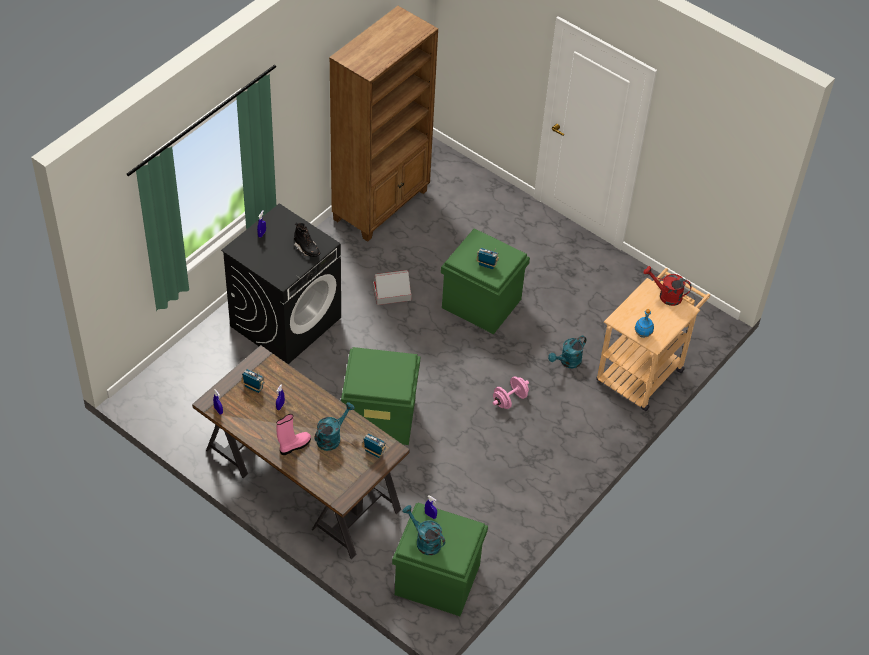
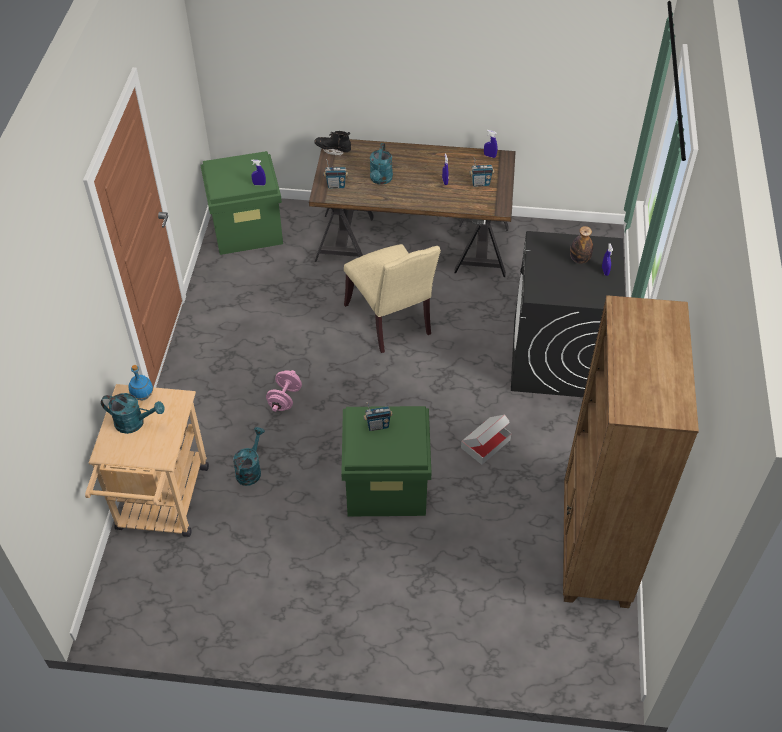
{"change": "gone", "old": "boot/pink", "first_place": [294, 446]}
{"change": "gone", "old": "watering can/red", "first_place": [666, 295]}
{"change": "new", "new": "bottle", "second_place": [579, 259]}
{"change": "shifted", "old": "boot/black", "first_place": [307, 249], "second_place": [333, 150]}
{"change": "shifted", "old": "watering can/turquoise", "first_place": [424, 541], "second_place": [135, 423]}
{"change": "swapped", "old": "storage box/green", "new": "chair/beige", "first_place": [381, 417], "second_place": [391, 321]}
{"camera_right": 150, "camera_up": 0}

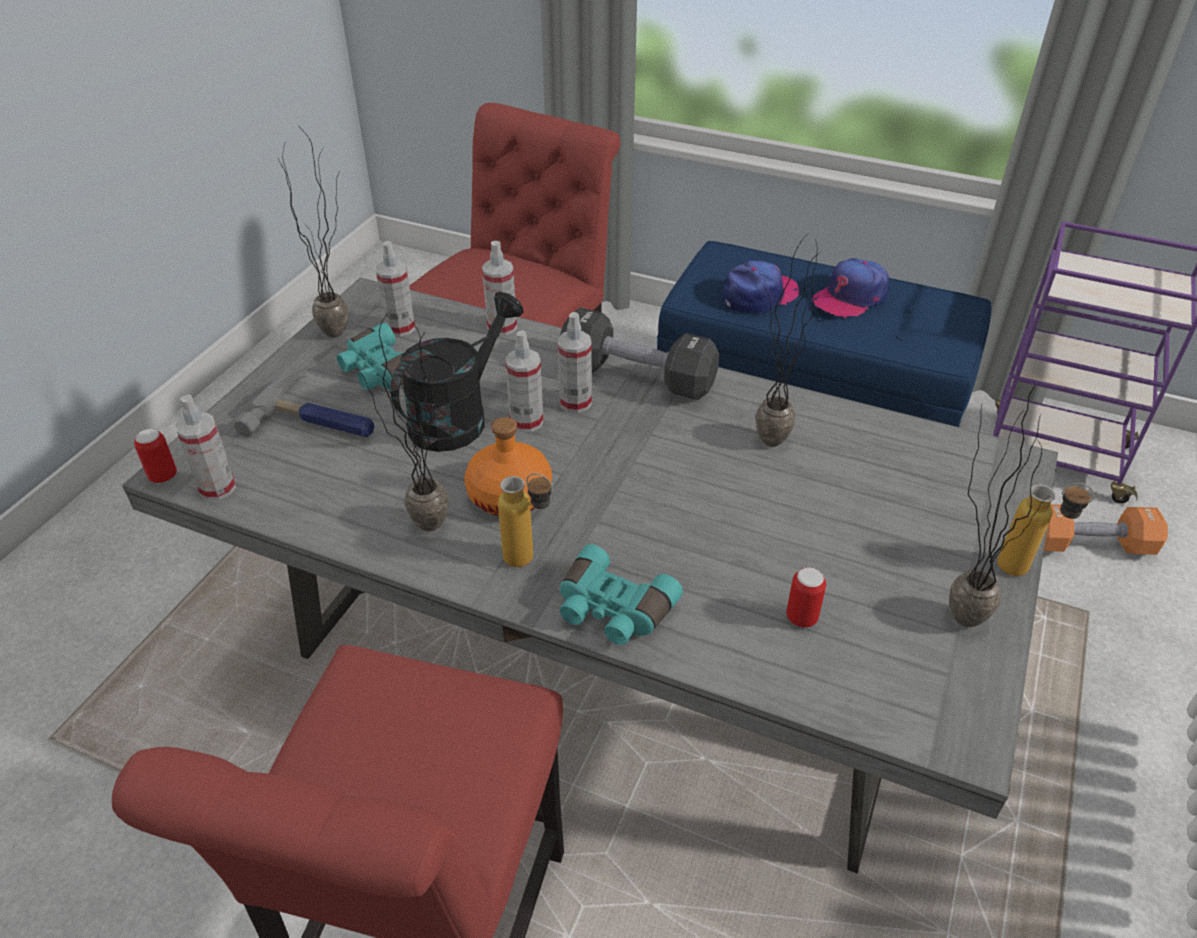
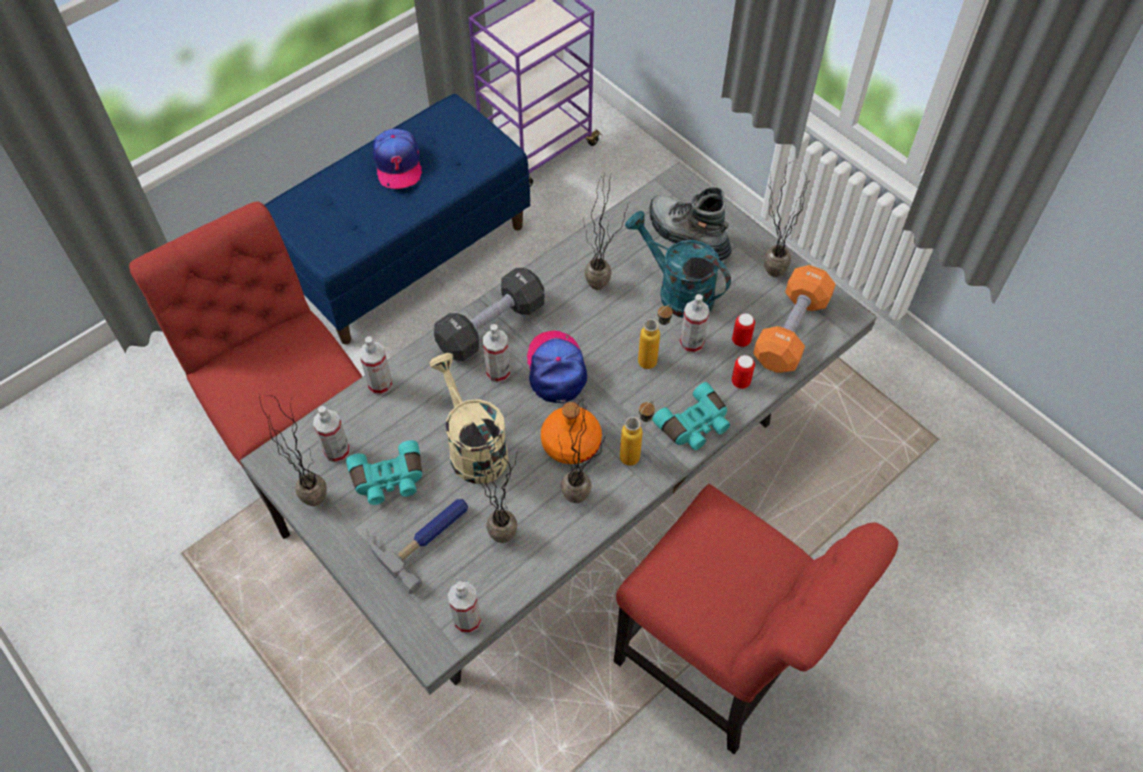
{"change": "new", "new": "potted plant", "second_place": [508, 528]}
{"change": "new", "new": "watering can/turquoise", "second_place": [677, 291]}
{"change": "new", "new": "boot", "second_place": [687, 235]}
{"change": "shifted", "old": "can", "first_place": [163, 476], "second_place": [740, 382]}
{"change": "shifted", "old": "spray bottle", "first_place": [526, 421], "second_place": [691, 343]}
{"change": "shifted", "old": "cap", "first_place": [759, 296], "second_place": [556, 369]}
{"change": "shifted", "old": "bottle", "first_place": [1025, 570], "second_place": [653, 357]}
{"change": "shifted", "old": "dumbbell/orange", "first_place": [1088, 545], "second_place": [791, 331]}
{"change": "repainted", "old": "watering can/black", "new": "watering can/beige", "first_place": [458, 417], "second_place": [473, 447]}
{"camera_right": -65, "camera_up": 15}

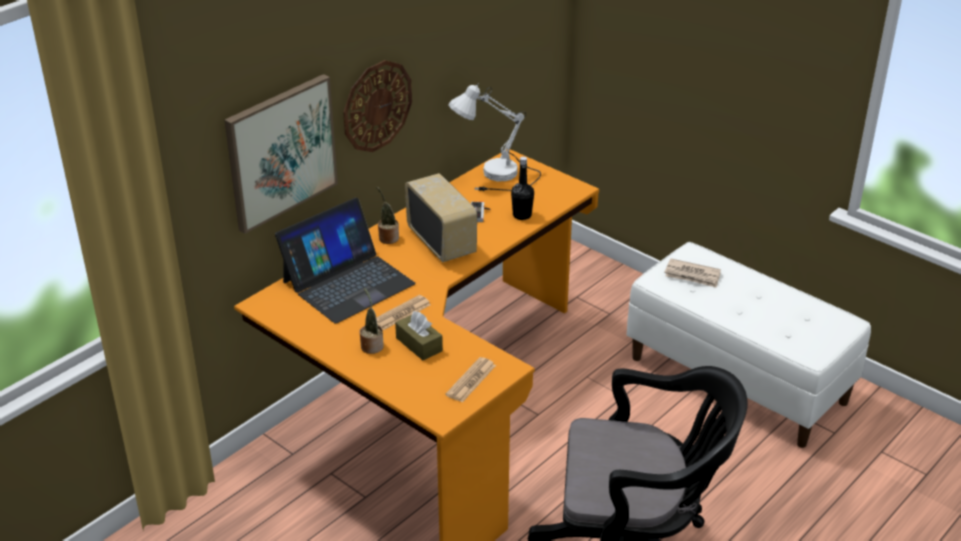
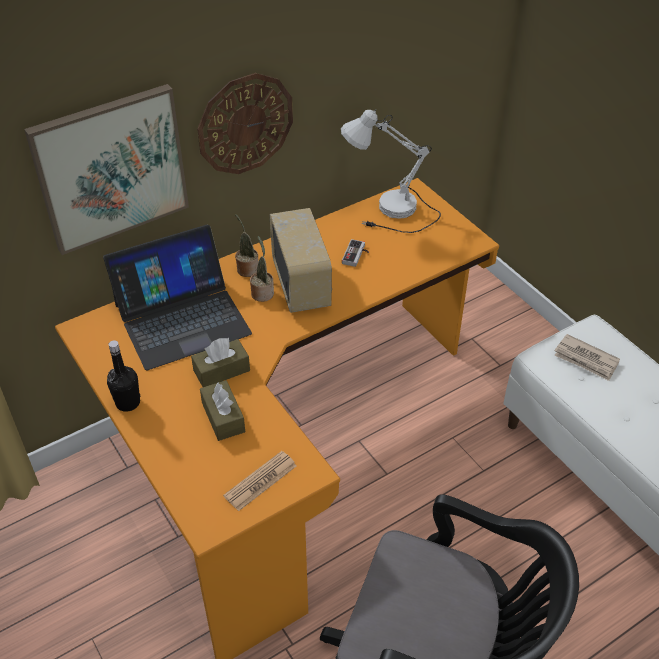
{"change": "shifted", "old": "potted plant", "first_place": [371, 345], "second_place": [262, 292]}
{"change": "shifted", "old": "bottle/black", "first_place": [522, 215], "second_place": [128, 403]}
{"change": "swapped", "old": "newspaper", "new": "tissue box/brown", "first_place": [401, 313], "second_place": [221, 370]}
{"camera_right": 15, "camera_up": 10}

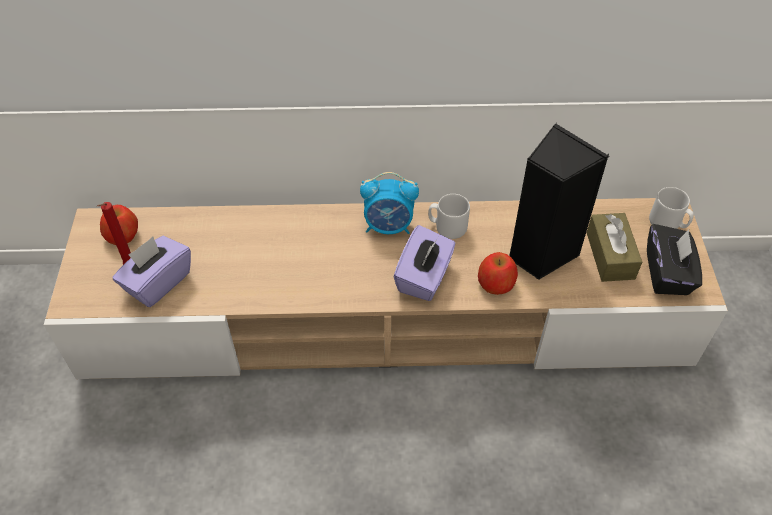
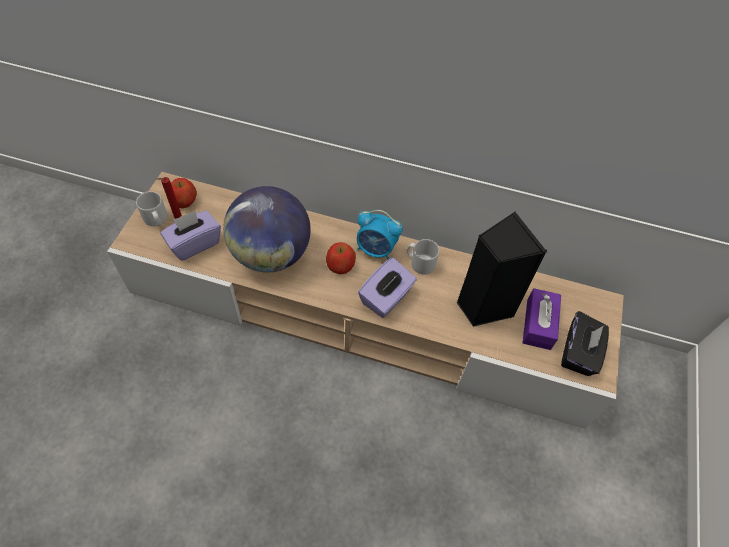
{"change": "new", "new": "globe", "second_place": [271, 254]}
{"change": "shifted", "old": "apple", "first_place": [496, 283], "second_place": [340, 265]}
{"change": "shifted", "old": "mug/grey", "first_place": [668, 223], "second_place": [156, 219]}
{"change": "repainted", "old": "tissue box/brown", "new": "tissue box/purple", "first_place": [610, 255], "second_place": [538, 324]}
{"camera_right": 15, "camera_up": 5}

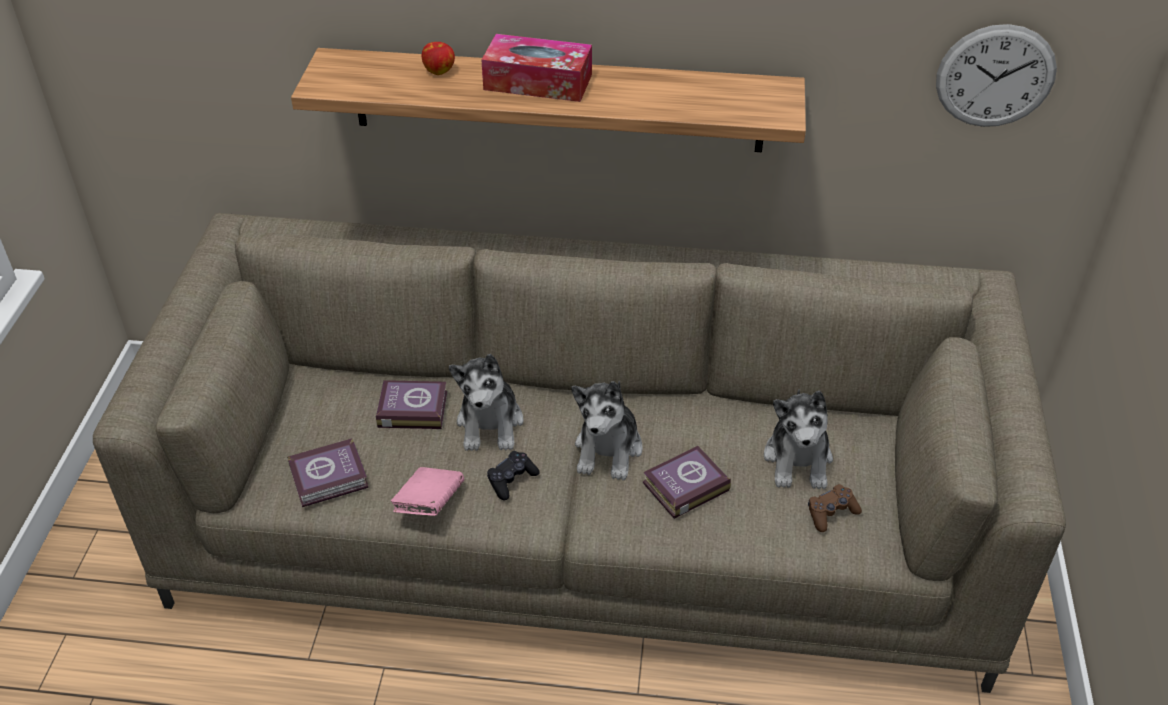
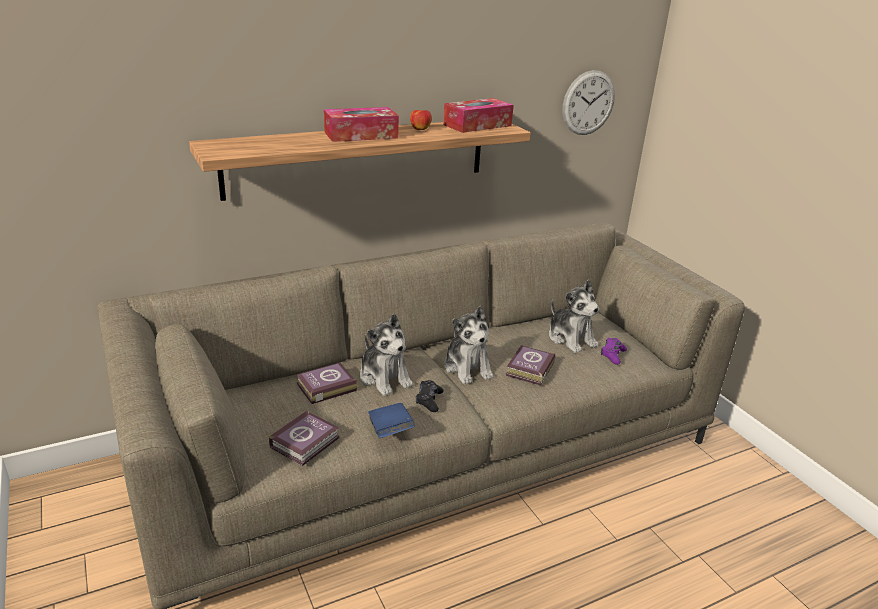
{"change": "new", "new": "tissue box", "second_place": [477, 125]}
{"change": "shifted", "old": "apple", "first_place": [439, 71], "second_place": [420, 129]}
{"change": "repainted", "old": "book/pink", "new": "book/blue", "first_place": [429, 503], "second_place": [390, 431]}
{"change": "repainted", "old": "game controller/brown", "new": "game controller/purple", "first_place": [831, 513], "second_place": [612, 355]}
{"camera_right": -35, "camera_up": -15}

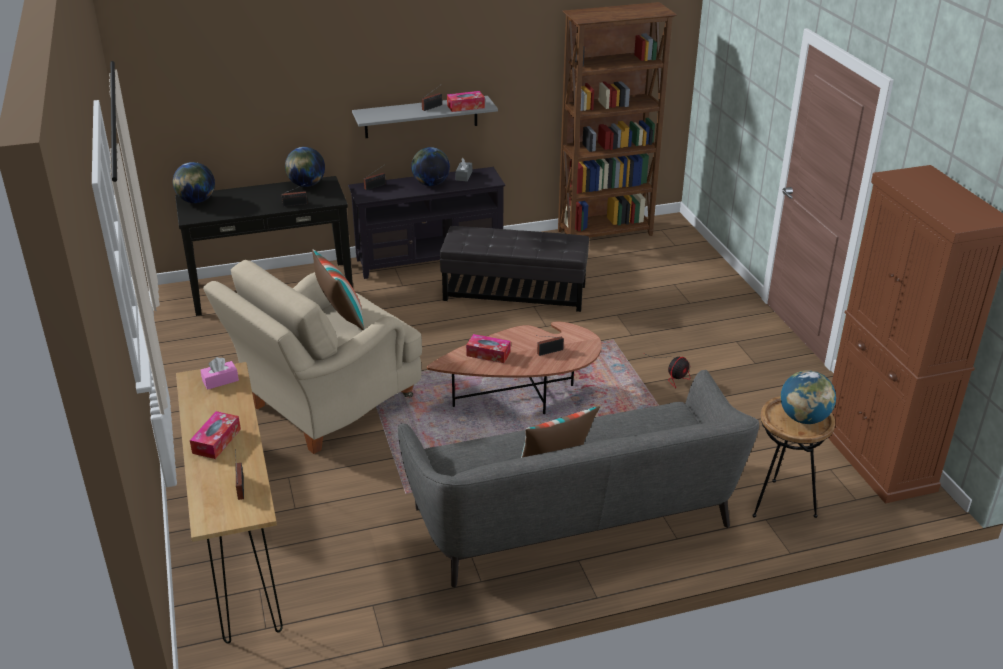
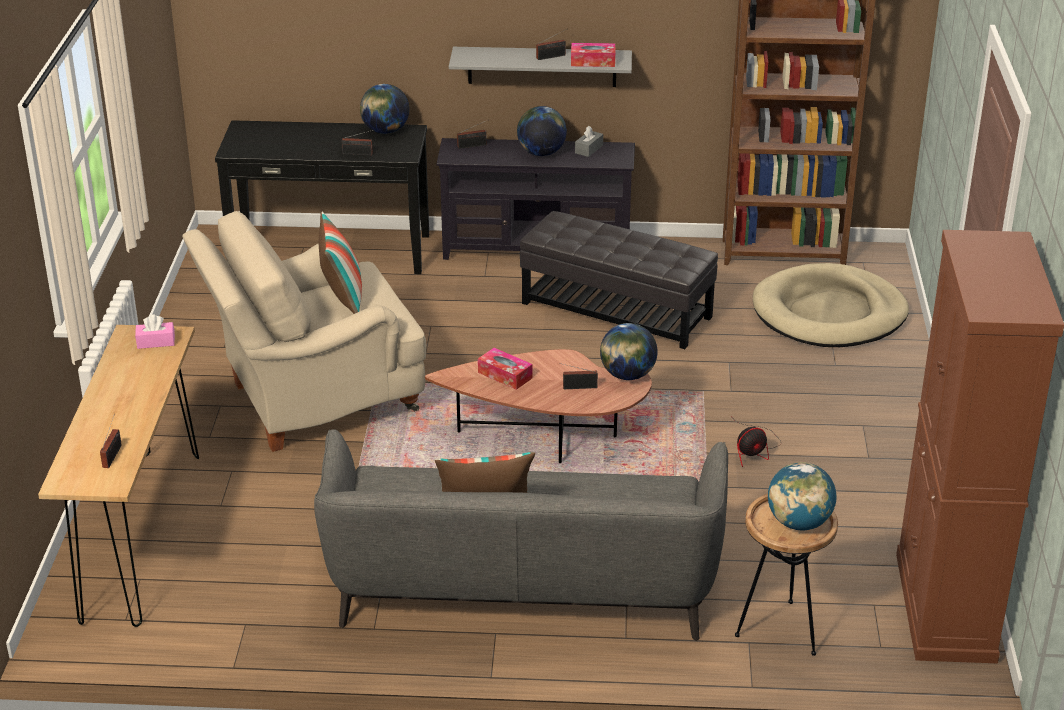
{"change": "gone", "old": "tissue box", "first_place": [216, 441]}
{"change": "new", "new": "dog bed/beige", "second_place": [829, 313]}
{"change": "shifted", "old": "globe", "first_place": [196, 201], "second_place": [627, 375]}
{"camera_right": 20, "camera_up": 0}

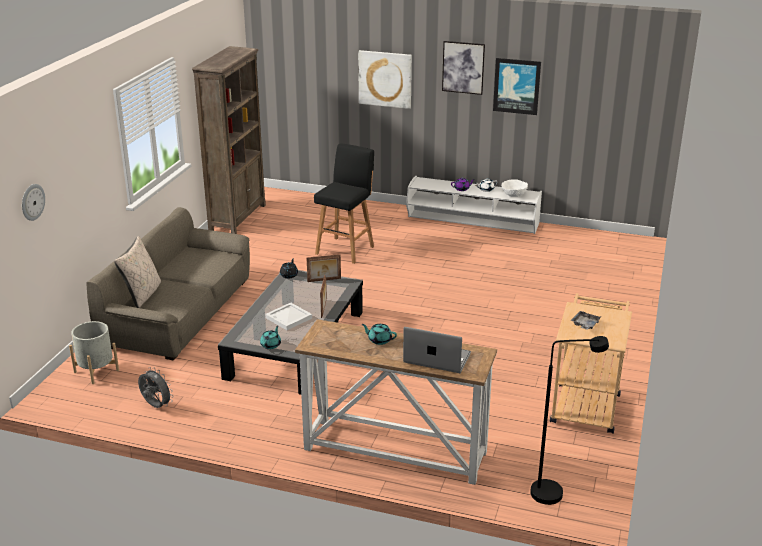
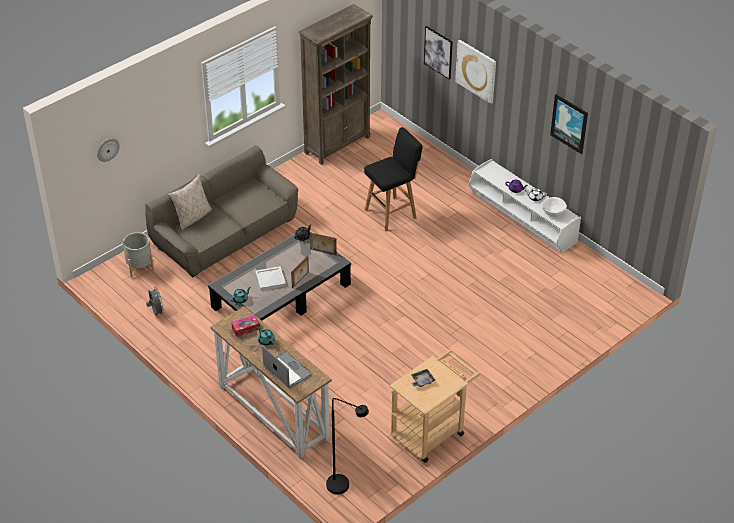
{"change": "new", "new": "tissue box", "second_place": [246, 328]}
{"change": "shifted", "old": "picture", "first_place": [463, 67], "second_place": [438, 52]}
{"camera_right": 30, "camera_up": 15}

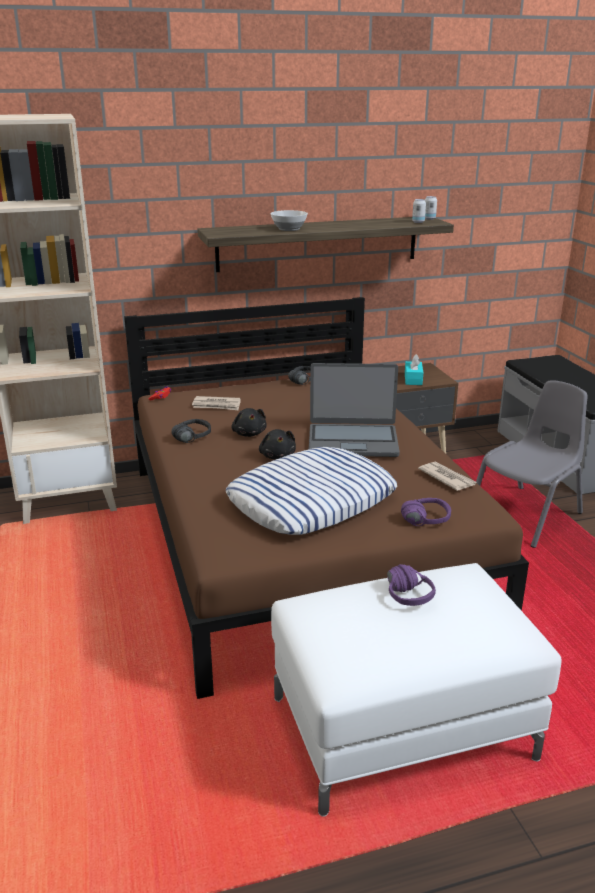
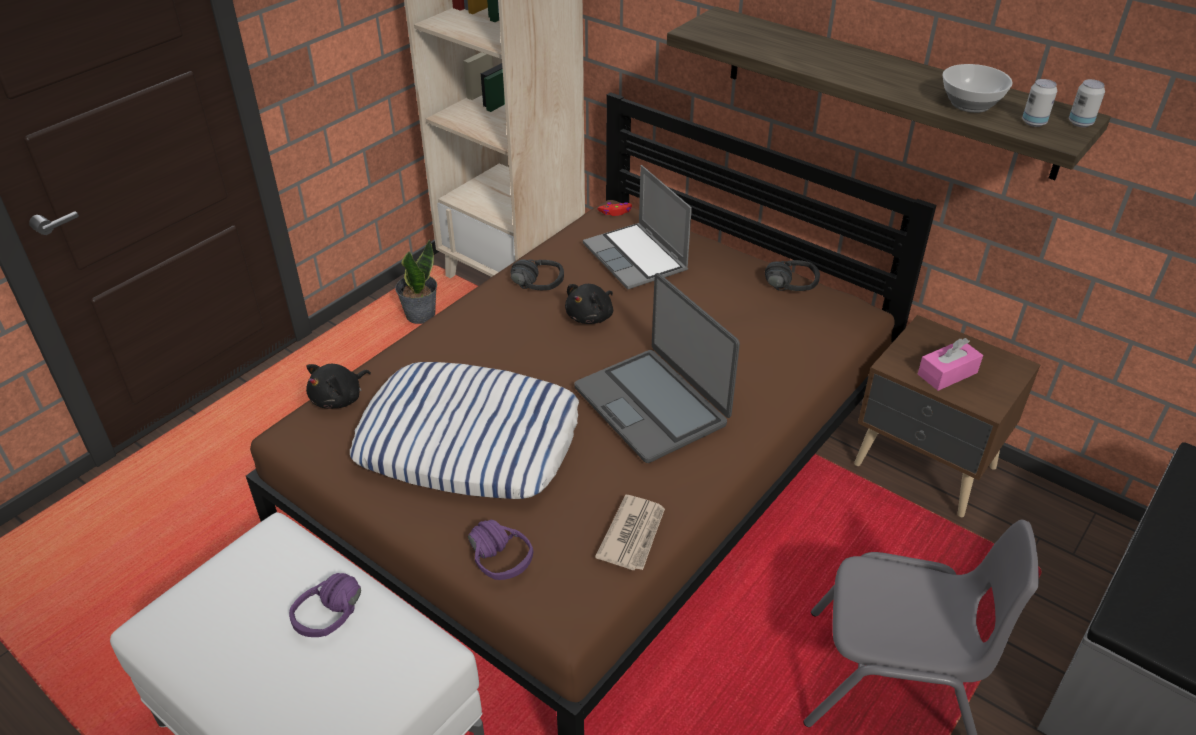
{"change": "new", "new": "potted plant", "second_place": [420, 316]}
{"change": "shifted", "old": "plush toy/black", "first_place": [277, 456], "second_place": [339, 398]}
{"change": "shifted", "old": "bowl", "first_place": [289, 229], "second_place": [969, 105]}
{"change": "swapped", "old": "newspaper", "new": "laptop", "first_place": [217, 405], "second_place": [637, 258]}
{"change": "repainted", "old": "tissue box/turquoise", "new": "tissue box/pink", "first_place": [413, 379], "second_place": [947, 373]}
{"camera_right": 55, "camera_up": 15}

